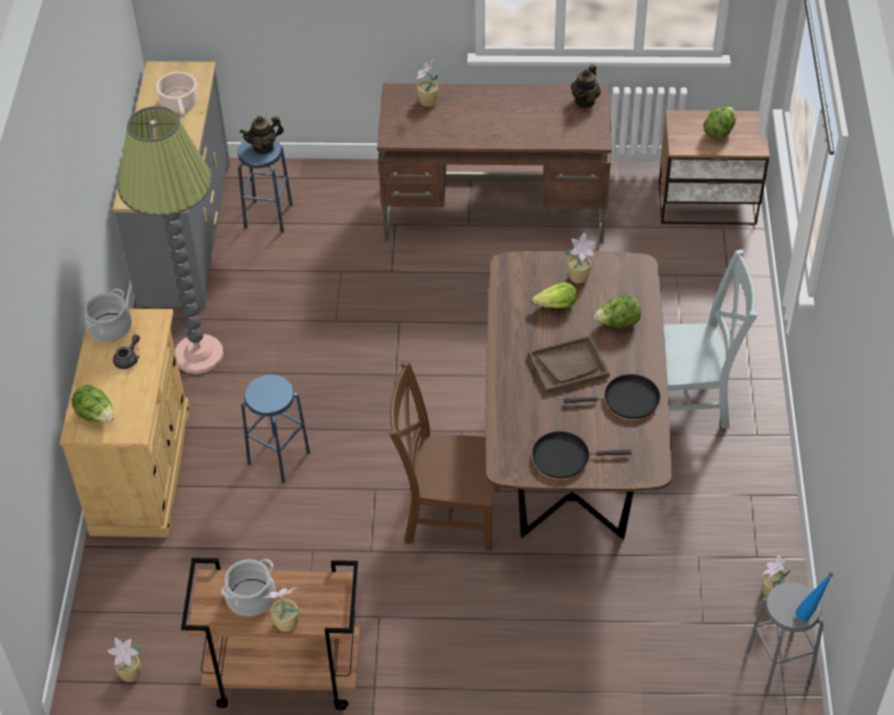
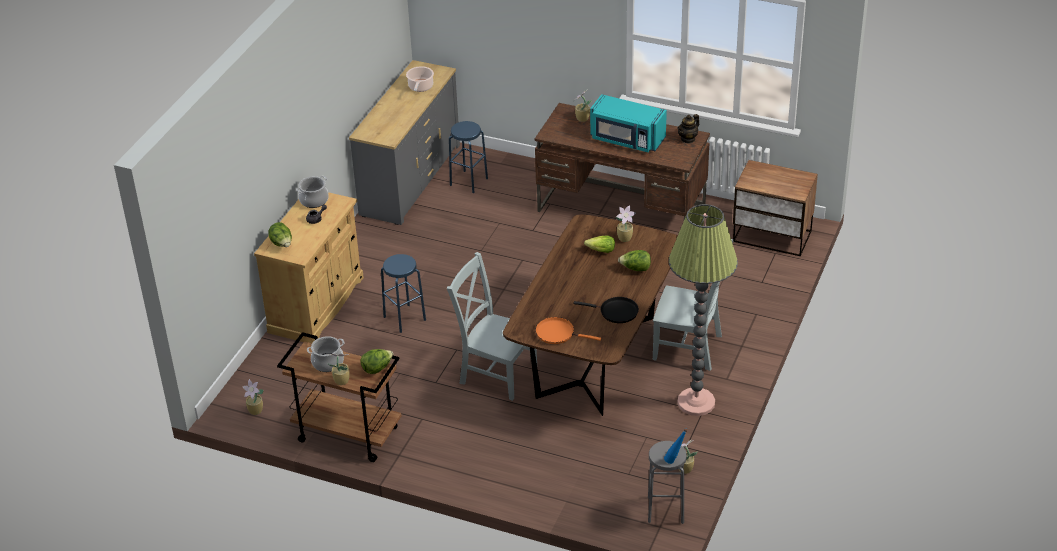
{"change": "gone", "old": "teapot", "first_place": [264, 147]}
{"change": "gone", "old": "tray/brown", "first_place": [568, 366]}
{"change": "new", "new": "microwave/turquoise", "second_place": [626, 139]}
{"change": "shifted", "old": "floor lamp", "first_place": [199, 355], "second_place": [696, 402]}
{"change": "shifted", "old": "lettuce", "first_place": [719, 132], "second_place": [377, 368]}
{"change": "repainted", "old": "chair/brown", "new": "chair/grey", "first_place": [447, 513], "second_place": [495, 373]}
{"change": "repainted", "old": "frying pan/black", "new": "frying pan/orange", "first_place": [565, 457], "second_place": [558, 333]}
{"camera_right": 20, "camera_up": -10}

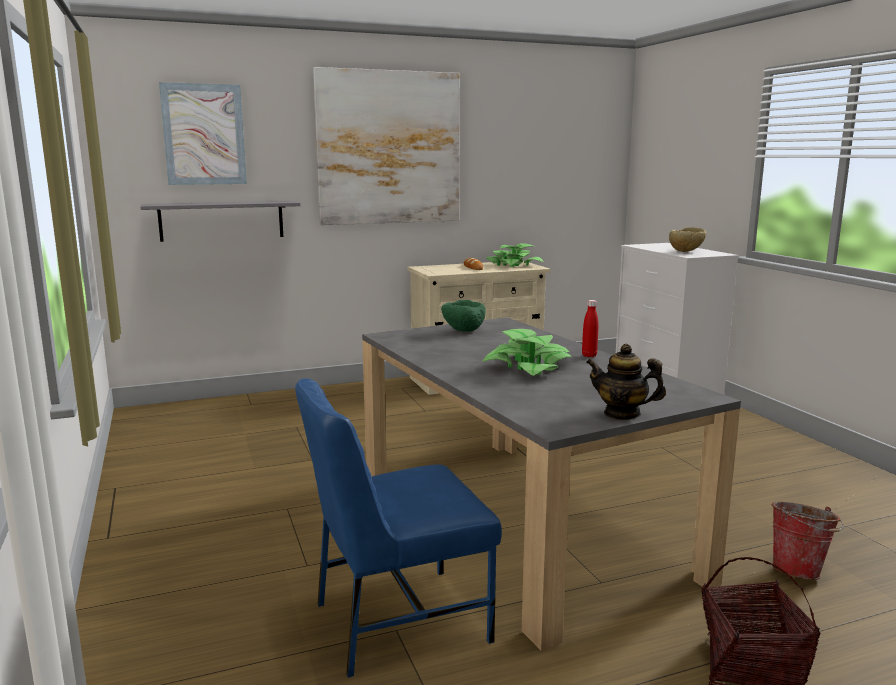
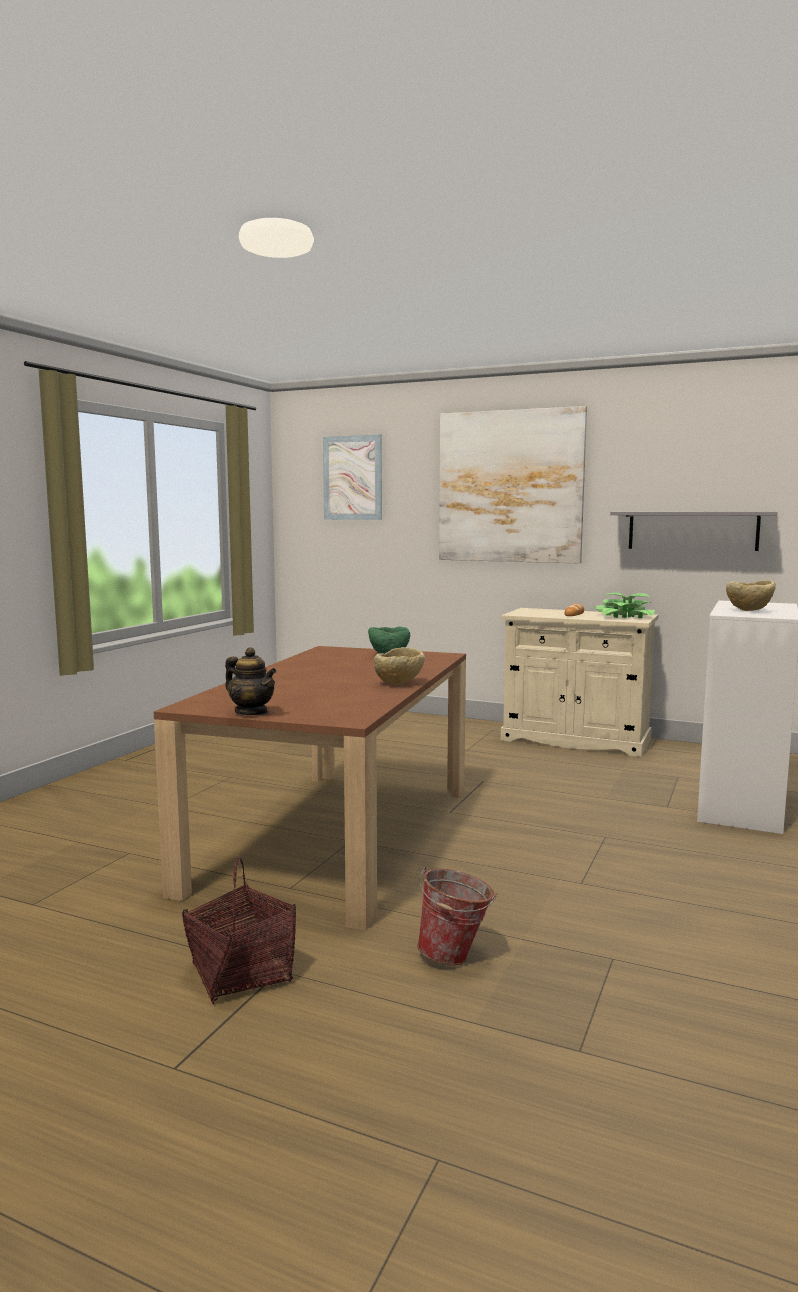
{"change": "gone", "old": "chair/blue", "first_place": [397, 620]}
{"change": "gone", "old": "potted plant", "first_place": [529, 367]}
{"change": "shifted", "old": "shelf/grey", "first_place": [222, 220], "second_place": [692, 530]}
{"change": "swapped", "old": "bottle/red", "new": "bowl/beige", "first_place": [589, 355], "second_place": [399, 684]}
{"change": "repainted", "old": "dining table/grey", "new": "dining table/brown", "first_place": [516, 521], "second_place": [337, 834]}
{"change": "rotated", "old": "teapot", "first_place": [622, 414], "second_place": [251, 712], "degrees": 150}
{"camera_right": 45, "camera_up": -5}

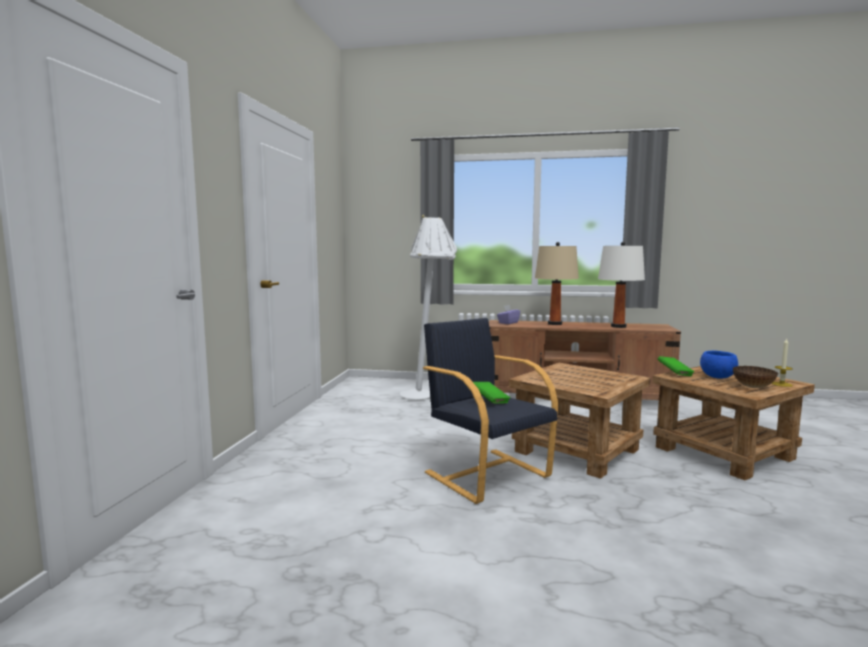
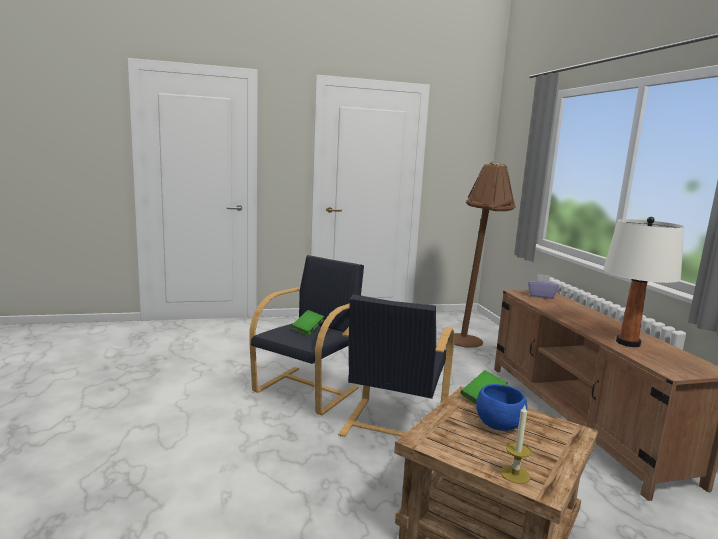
{"change": "gone", "old": "table lamp/beige", "first_place": [555, 324]}
{"change": "gone", "old": "bowl", "first_place": [752, 387]}
{"change": "swapped", "old": "side table/brown", "new": "armchair/black", "first_place": [577, 451], "second_place": [393, 426]}
{"change": "repainted", "old": "floor lamp/white", "new": "floor lamp/brown", "first_place": [427, 395], "second_place": [469, 344]}
{"camera_right": 65, "camera_up": 5}

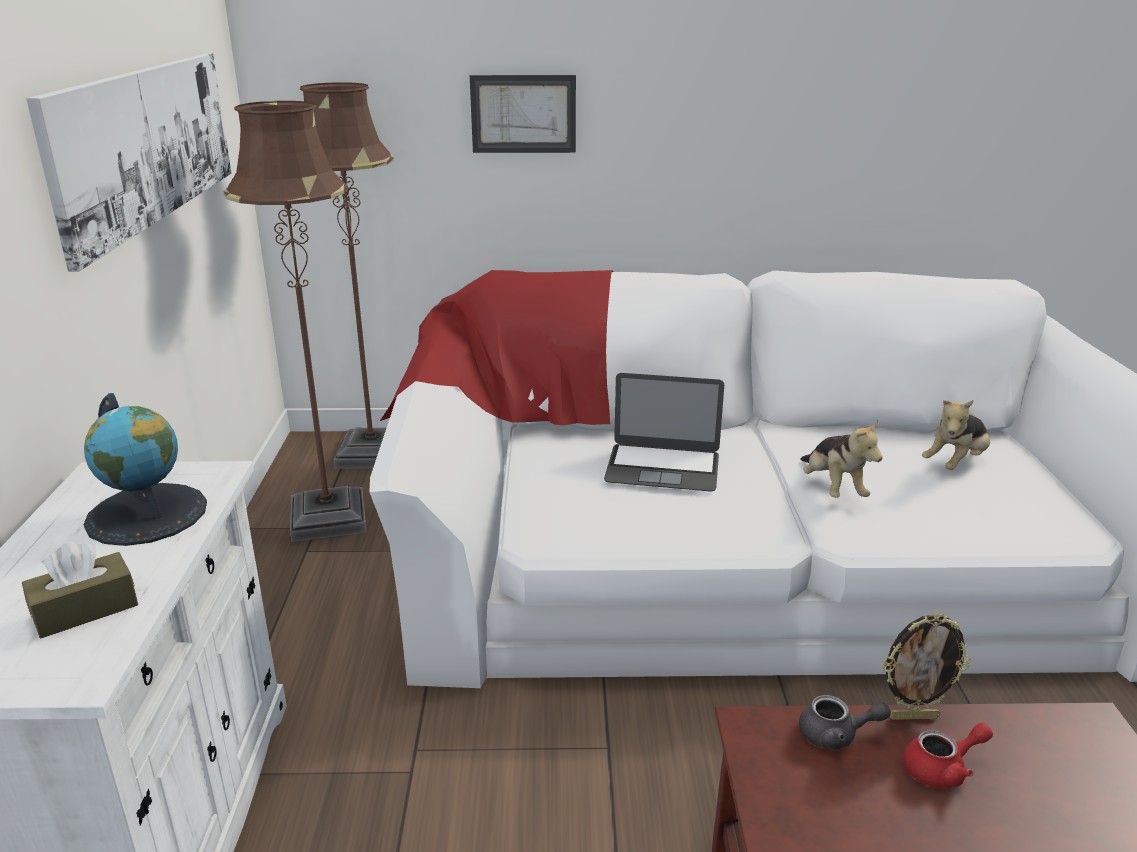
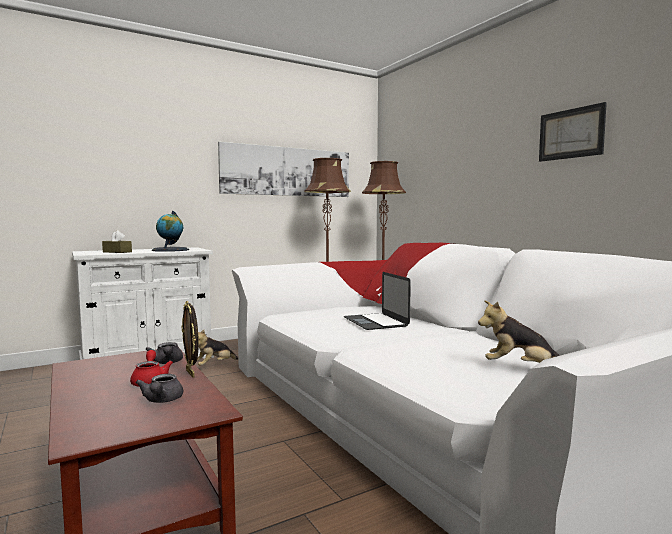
{"change": "new", "new": "teapot/grey", "second_place": [162, 400]}
{"change": "shifted", "old": "picture", "first_place": [523, 114], "second_place": [571, 133]}
{"change": "shifted", "old": "plush toy", "first_place": [832, 488], "second_place": [214, 365]}
{"change": "rotated", "old": "teapot/red", "first_place": [942, 769], "second_place": [150, 381], "degrees": -150}
{"camera_right": 60, "camera_up": -20}

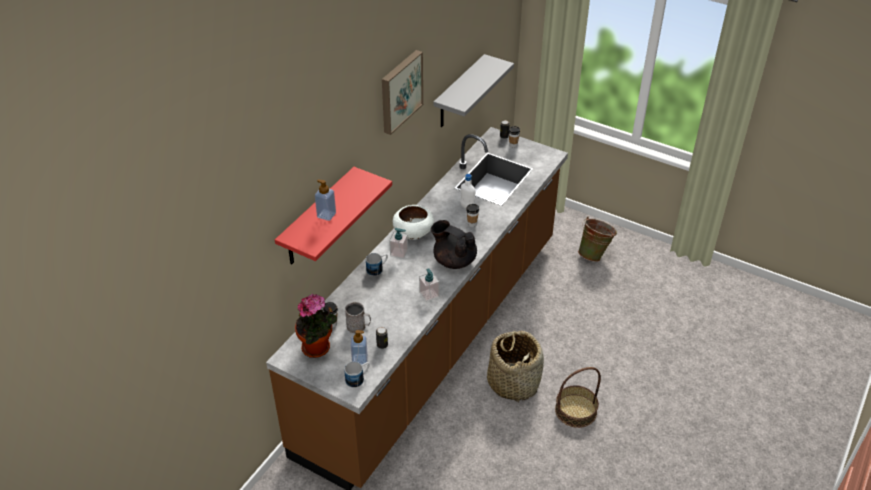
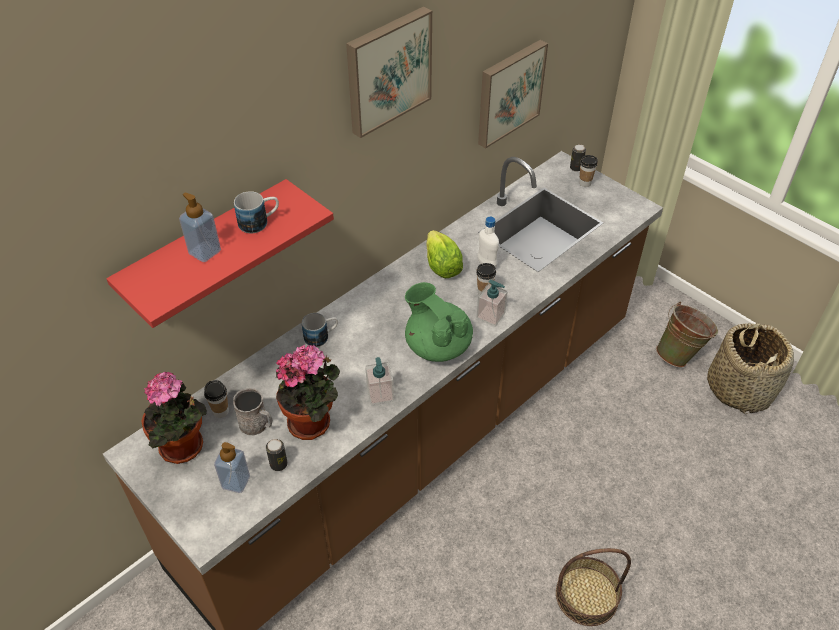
{"change": "gone", "old": "bowl/white", "first_place": [413, 232]}
{"change": "new", "new": "potted plant", "second_place": [313, 422]}
{"change": "new", "new": "lettuce", "second_place": [442, 267]}
{"change": "shifted", "old": "mug", "first_place": [358, 378], "second_place": [259, 222]}
{"change": "shifted", "old": "soap dispenser", "first_place": [399, 253], "second_place": [491, 316]}
{"change": "shifted", "old": "basket", "first_place": [513, 382], "second_place": [740, 388]}
{"change": "swapped", "old": "shelf/grey", "new": "picture", "first_place": [459, 93], "second_place": [508, 92]}
{"change": "repainted", "old": "teapot/black", "new": "teapot/green", "first_place": [454, 260], "second_place": [437, 345]}
{"camera_right": 15, "camera_up": 5}

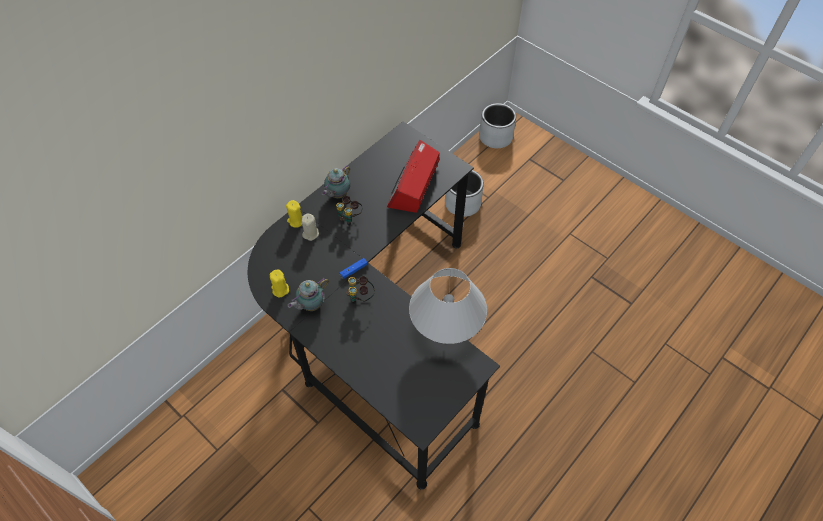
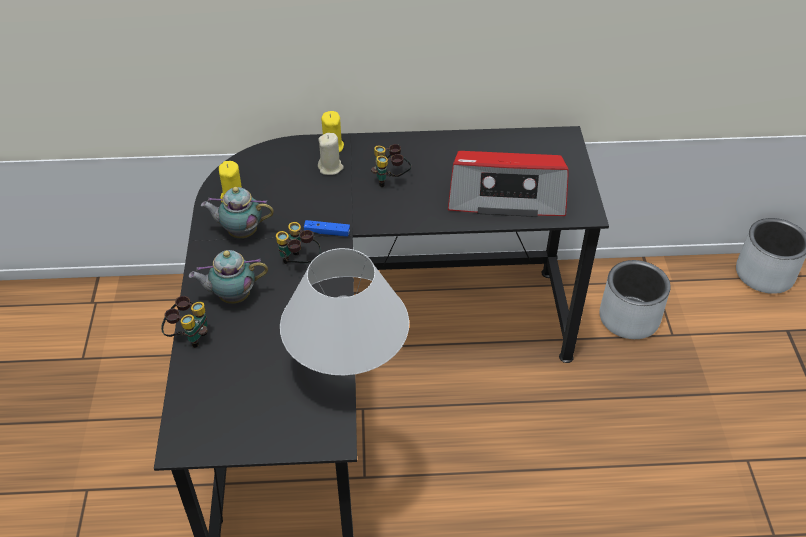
{"change": "new", "new": "binoculars", "second_place": [189, 336]}
{"change": "shifted", "old": "teapot", "first_place": [337, 194], "second_place": [232, 296]}
{"change": "rotated", "old": "radio", "first_place": [413, 185], "second_place": [506, 196], "degrees": -150}
{"camera_right": 45, "camera_up": -10}

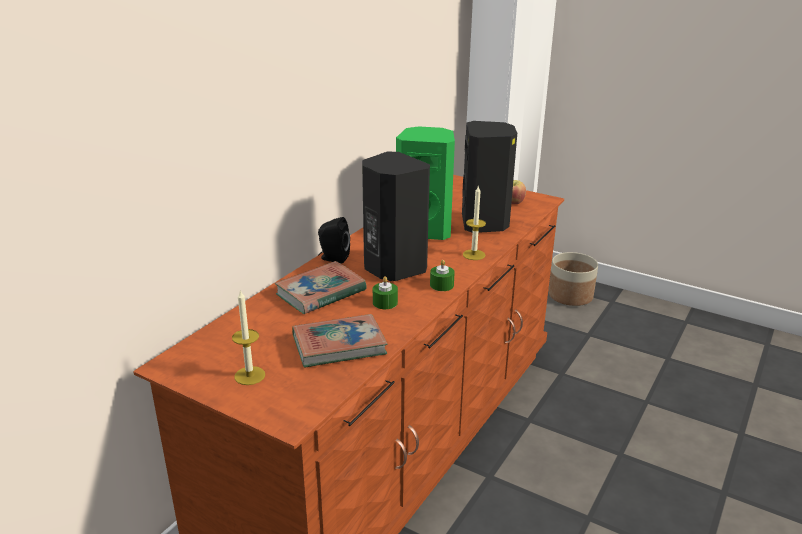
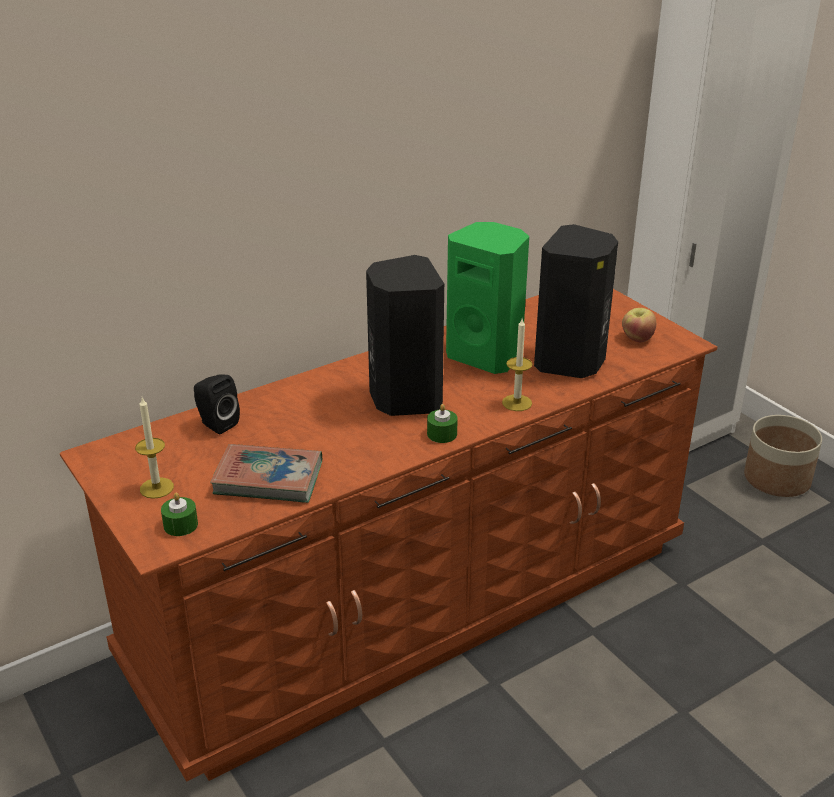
{"change": "gone", "old": "book", "first_place": [321, 292]}
{"change": "shifted", "old": "speaker/black", "first_place": [333, 258], "second_place": [216, 424]}
{"change": "shifted", "old": "candle/green", "first_place": [385, 302], "second_place": [180, 525]}
{"camera_right": 25, "camera_up": 5}

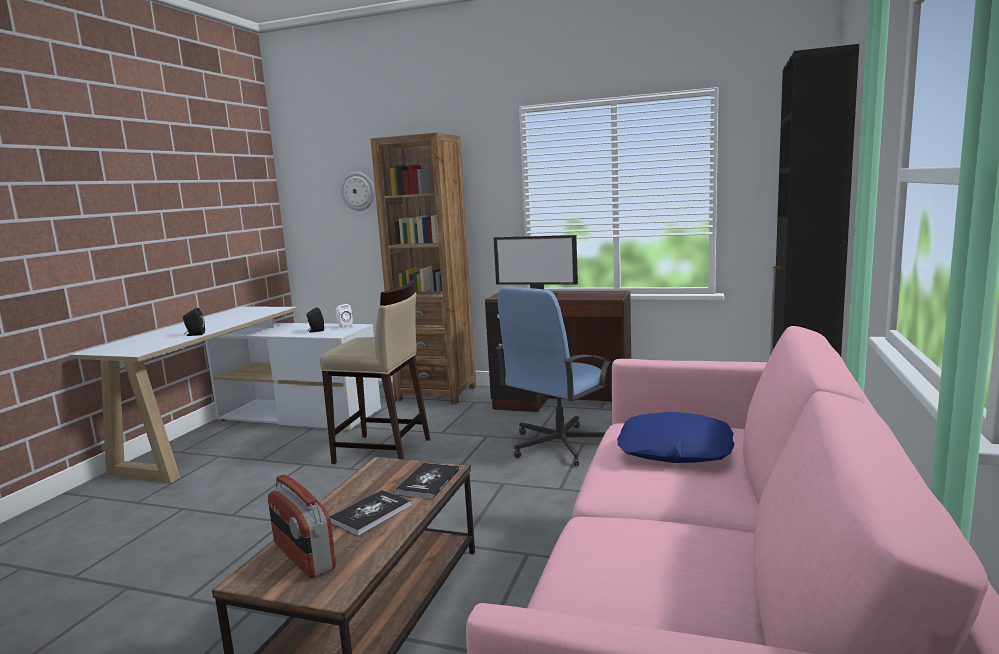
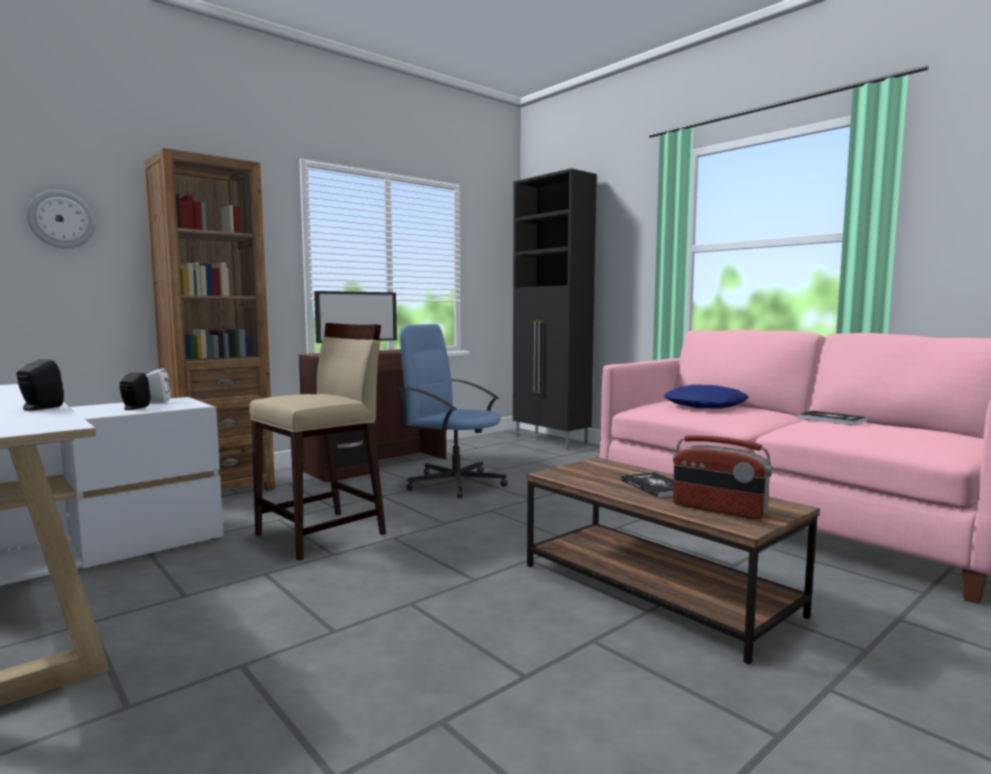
{"change": "shifted", "old": "book", "first_place": [428, 482], "second_place": [831, 419]}
{"change": "rotated", "old": "radio", "first_place": [303, 556], "second_place": [718, 509], "degrees": 45}
{"change": "rotated", "old": "office chair/blue", "first_place": [558, 445], "second_place": [455, 483], "degrees": 135}
{"camera_right": -60, "camera_up": -5}

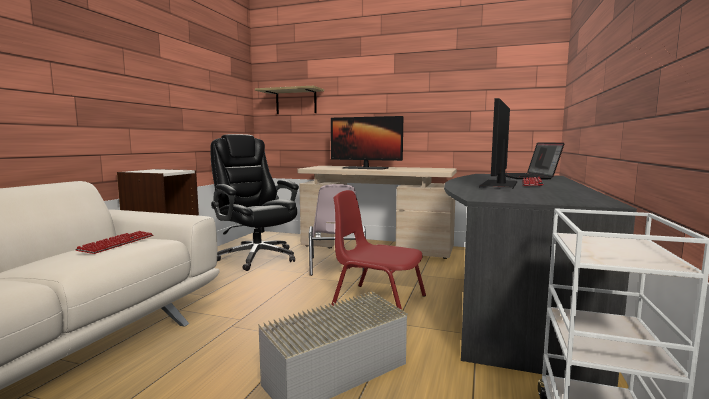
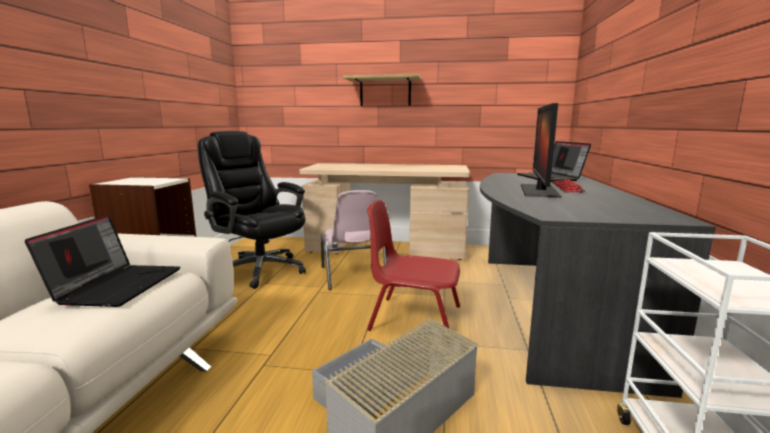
{"change": "gone", "old": "monitor", "first_place": [365, 168]}
{"change": "shifted", "old": "shelf", "first_place": [296, 102], "second_place": [385, 92]}
{"change": "swapped", "old": "keyboard", "new": "laptop", "first_place": [117, 243], "second_place": [117, 285]}
{"camera_right": -10, "camera_up": 5}

